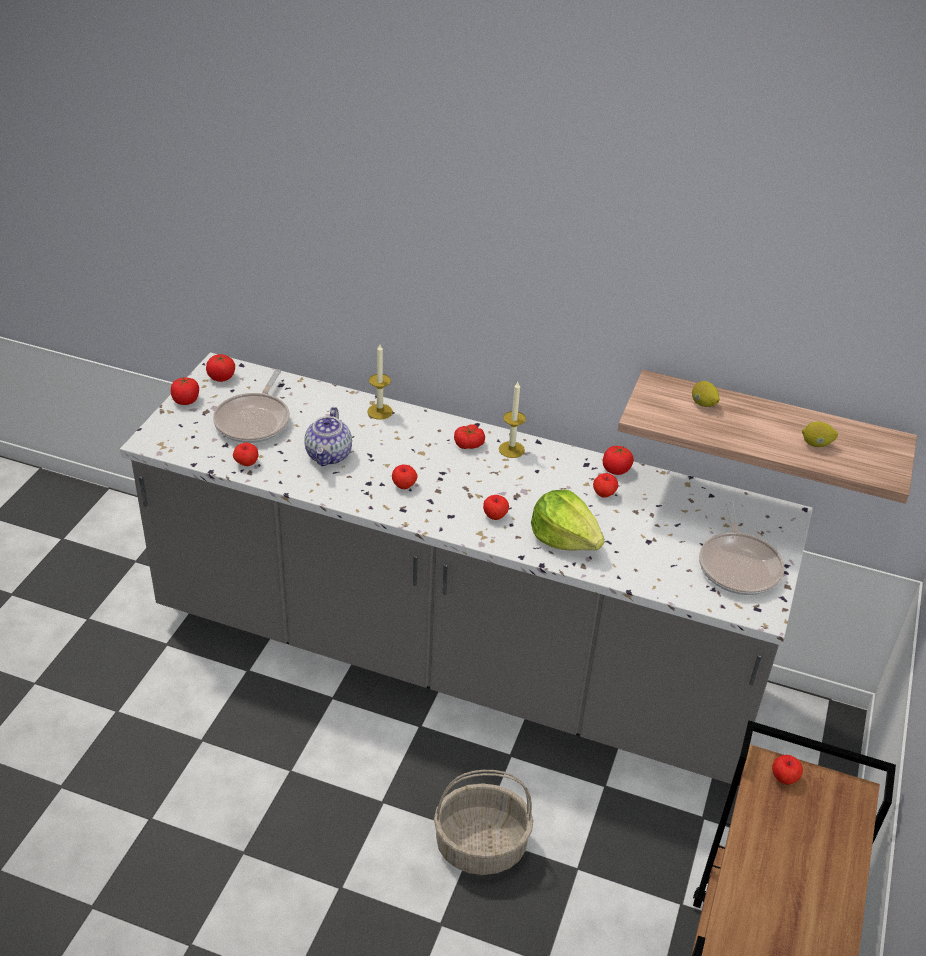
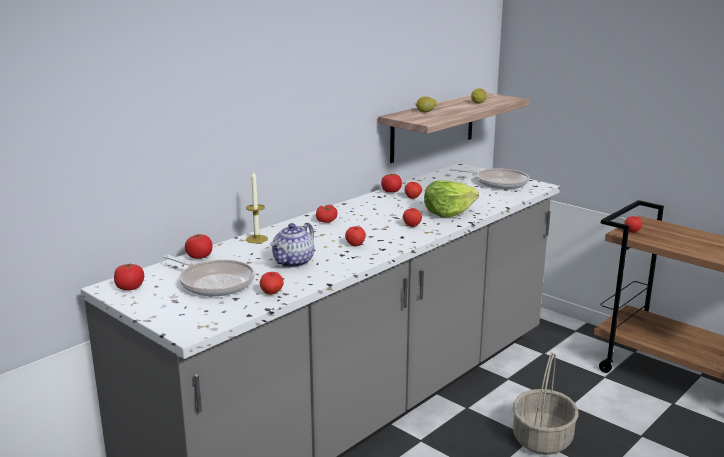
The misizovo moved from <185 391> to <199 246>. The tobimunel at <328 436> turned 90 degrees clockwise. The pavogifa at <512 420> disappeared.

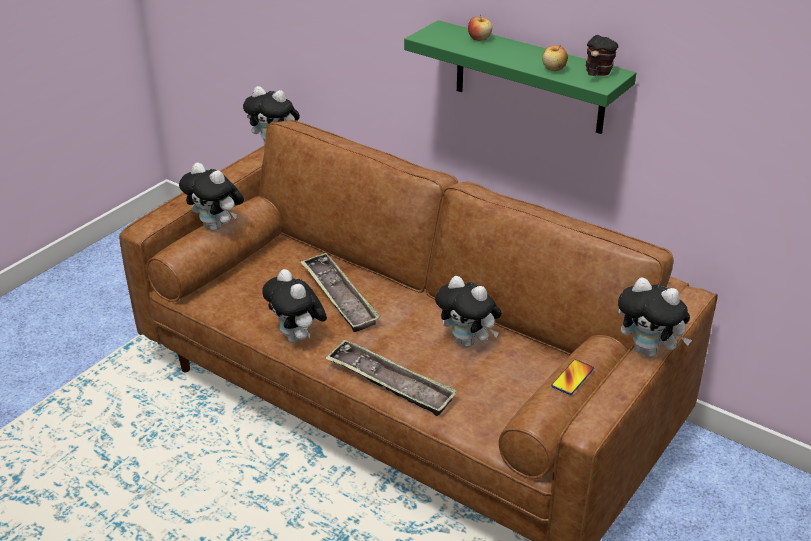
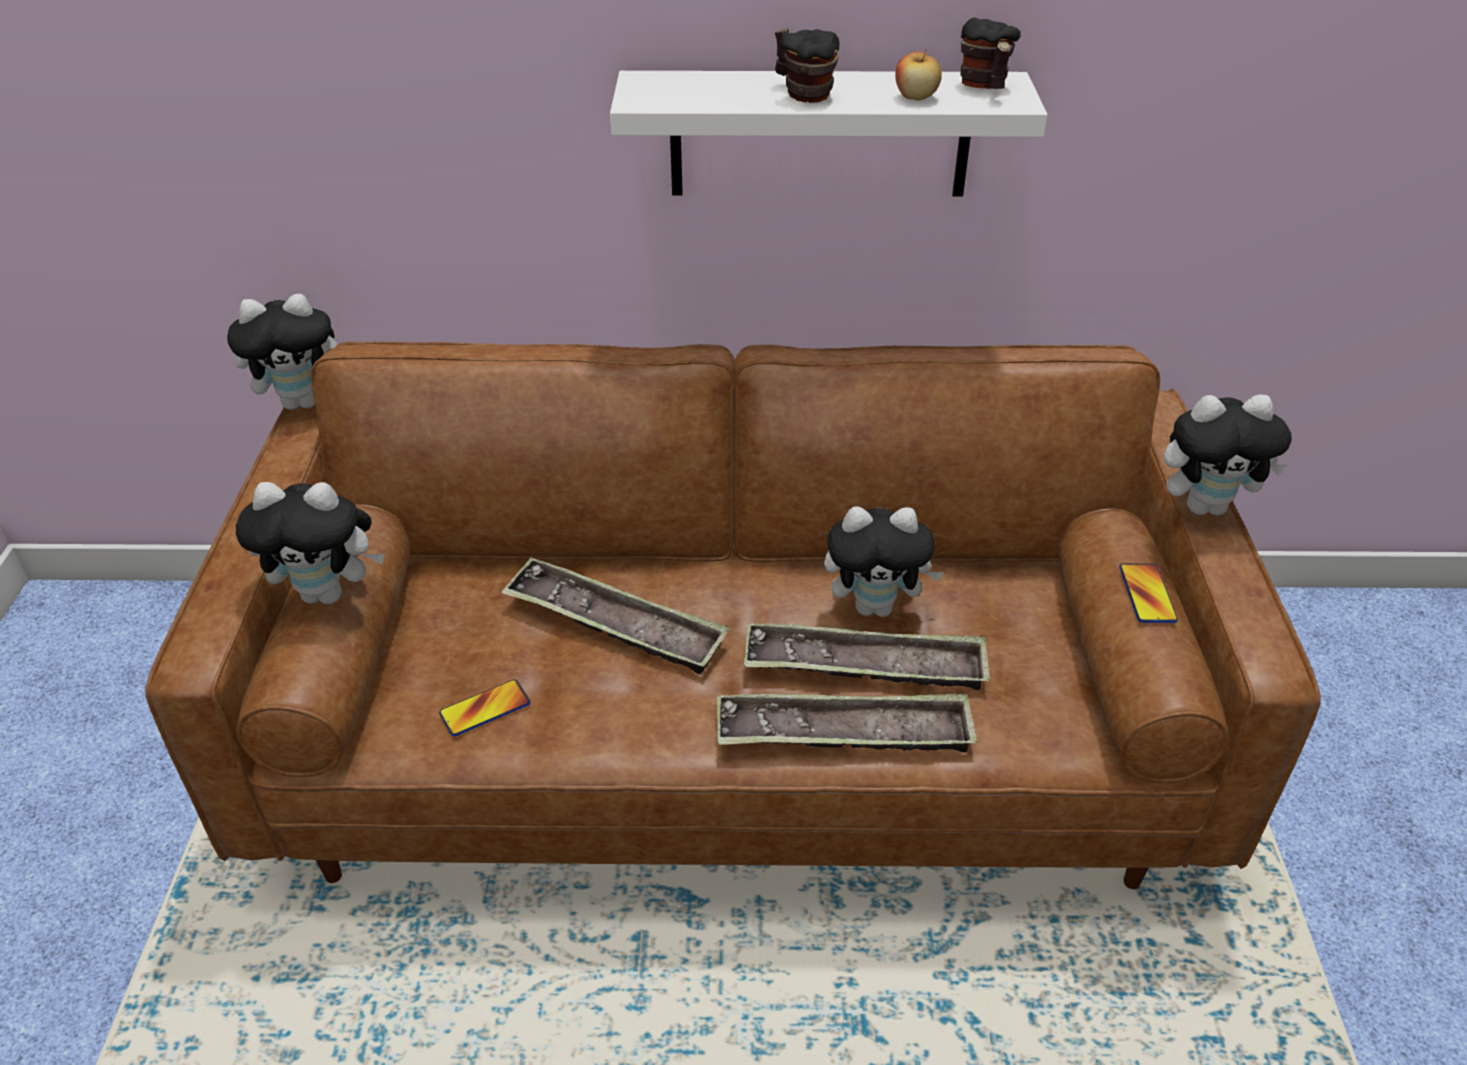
The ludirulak at <294 306> disappeared. The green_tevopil at <520 77> became the white_tevopil at <829 134>. The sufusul at <480 27> disappeared. The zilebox at <485 707> appeared. The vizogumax at <867 656> appeared. The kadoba at <807 65> appeared.

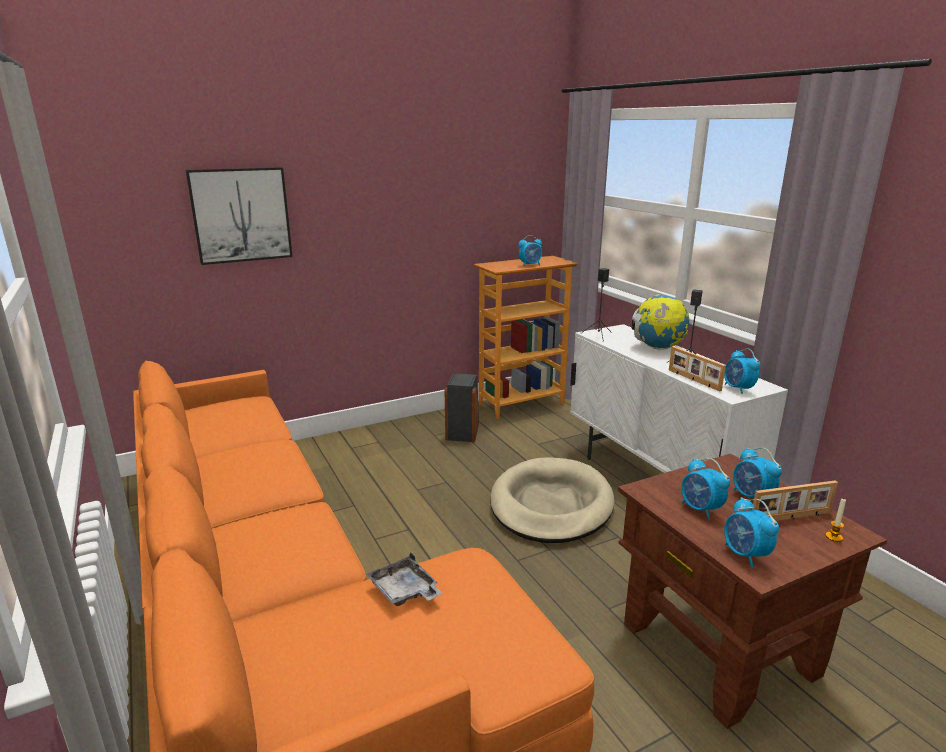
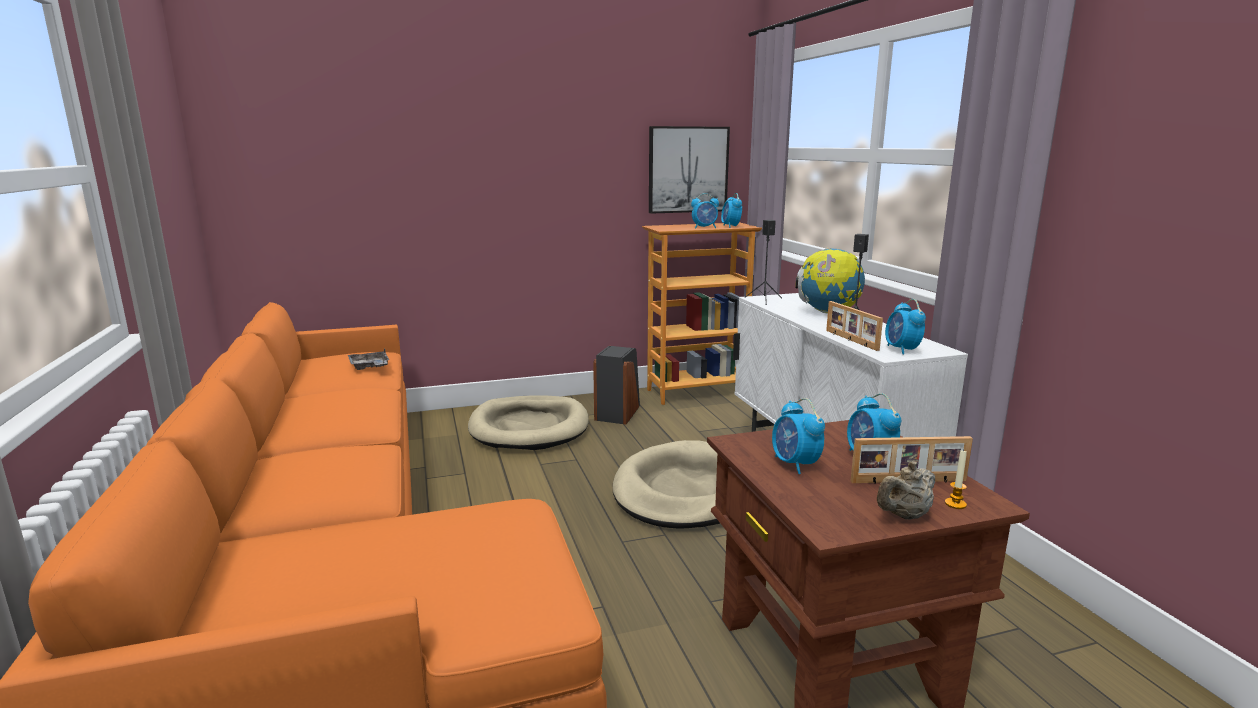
The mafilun moved from <239 216> to <689 170>. The grey_vizogumax moved from <404 579> to <368 359>. The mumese moved from <751 532> to <731 210>. The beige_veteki at <528 422> appeared. The beige_tobimunel at <906 490> appeared.

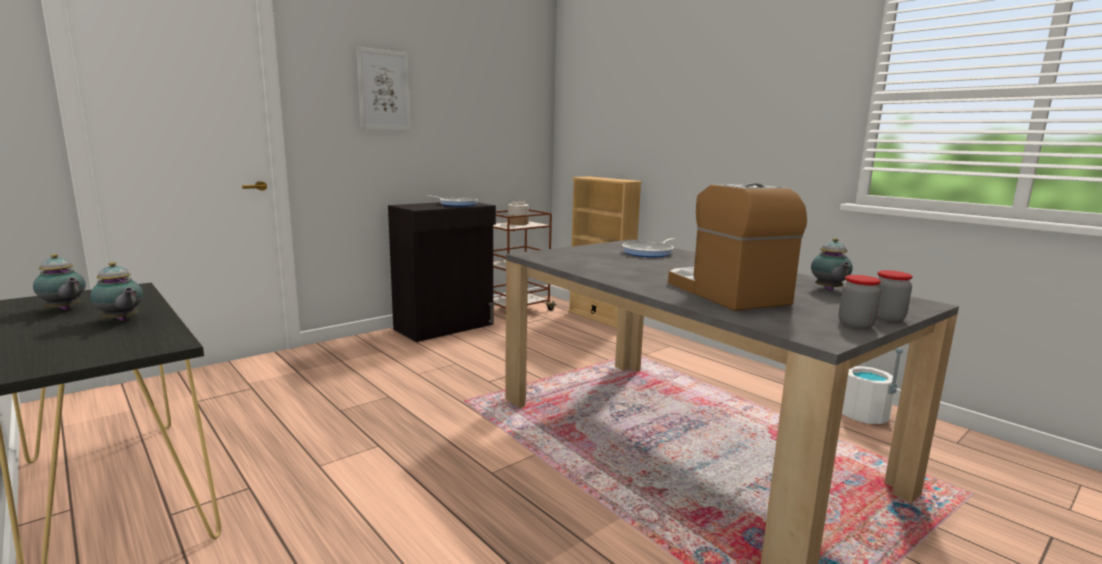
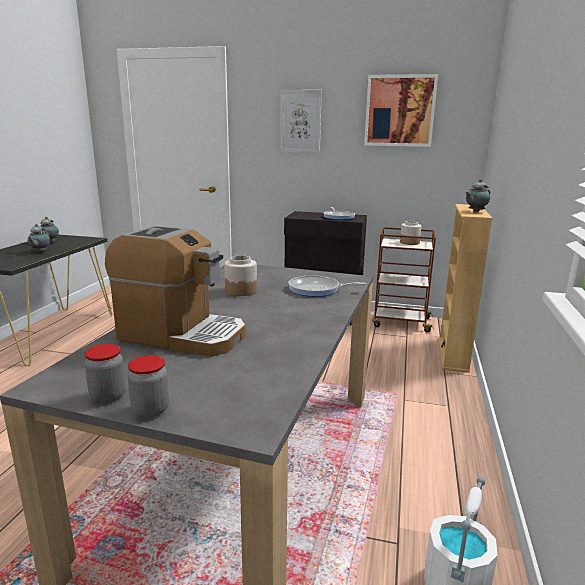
The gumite at <737 247> turned 75 degrees clockwise. The tobimunel moved from <832 264> to <477 195>. The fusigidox at <241 275> appeared. The mafilun at <401 110> appeared.

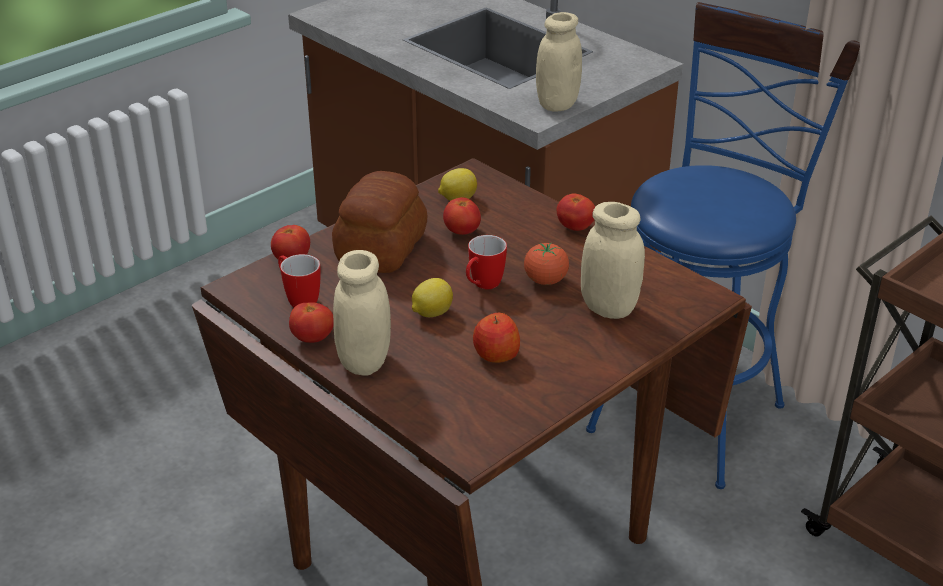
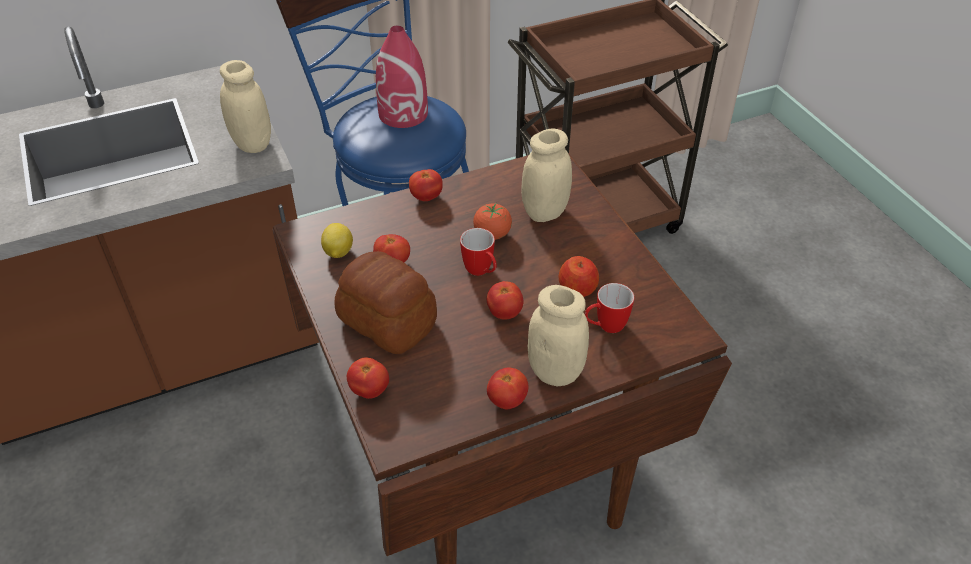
The kadoba moved from <299 281> to <609 308>. The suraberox at <432 297> was replaced by the misizovo at <505 300>. The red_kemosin at <402 76> appeared.

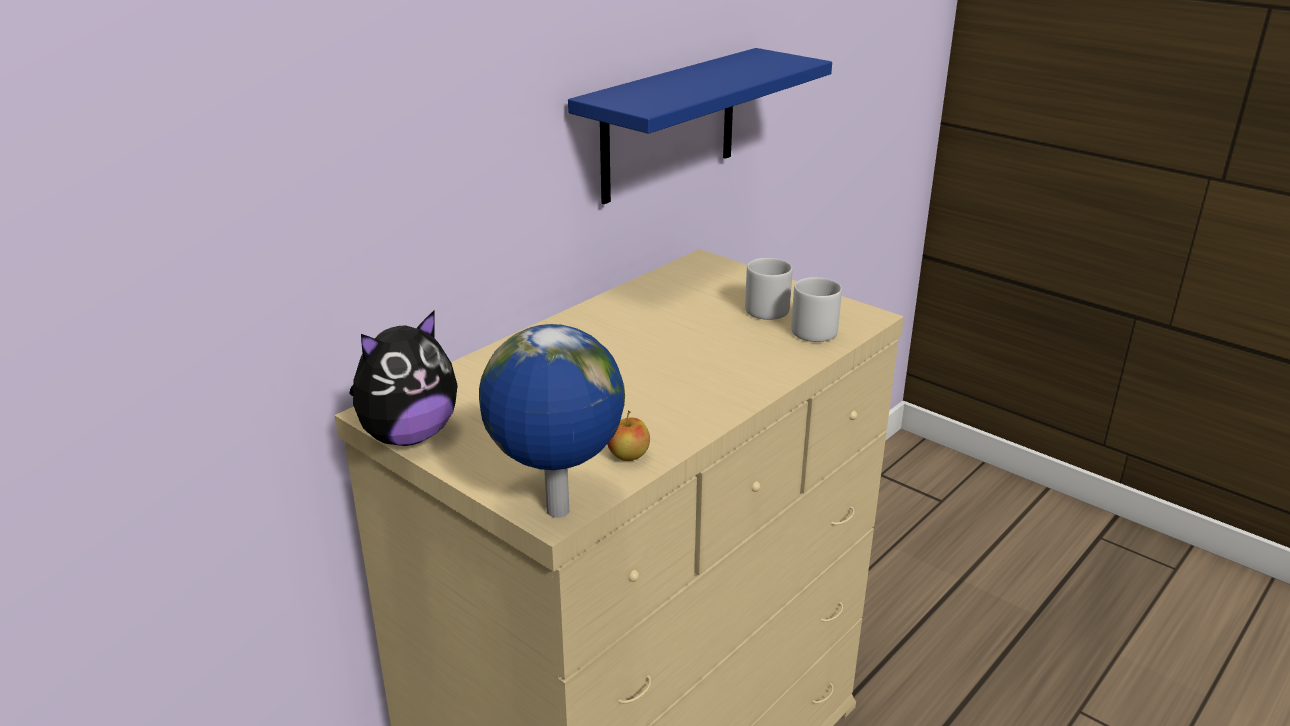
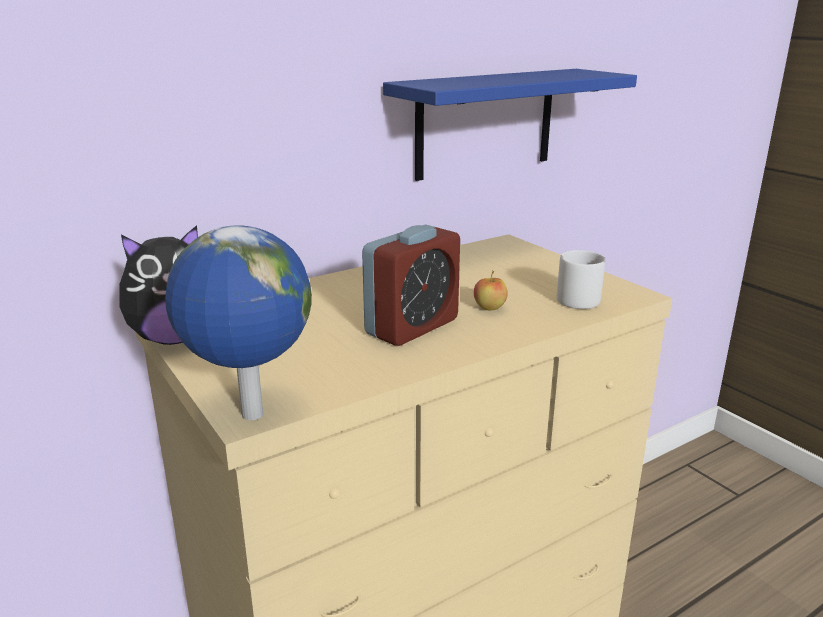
The sufusul moved from <628 435> to <491 290>. The grey_kadoba at <769 289> disappeared. The mumese at <411 285> appeared.

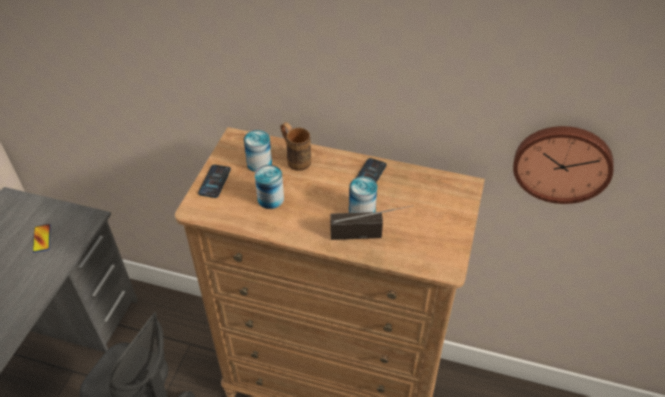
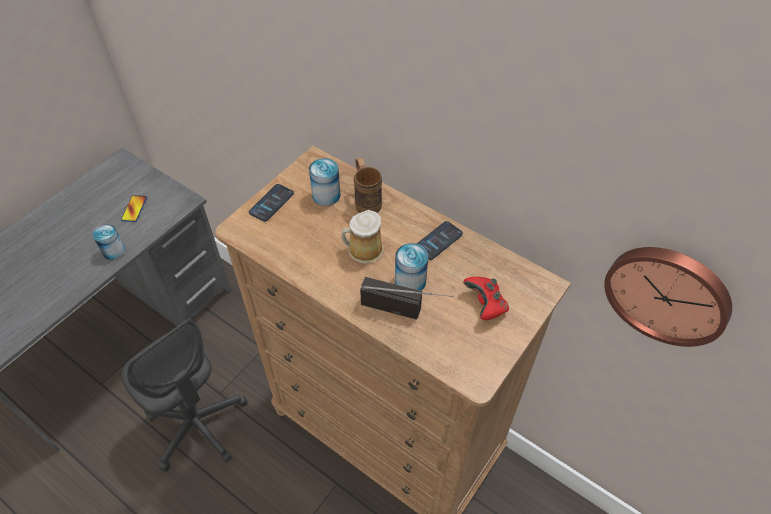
The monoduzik moved from <269 187> to <109 242>. The kadoba at <362 236> appeared. The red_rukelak at <486 298> appeared.

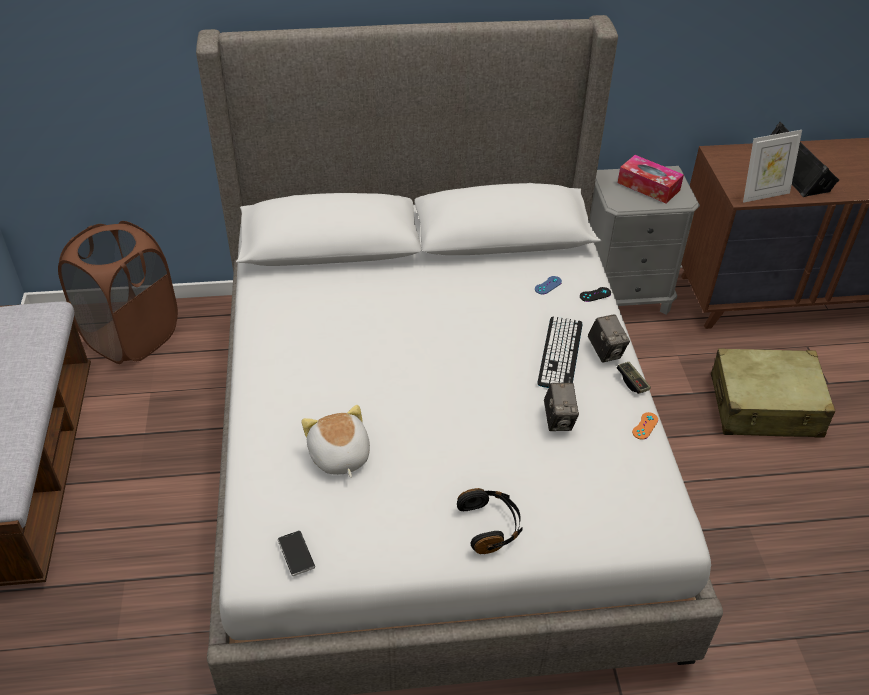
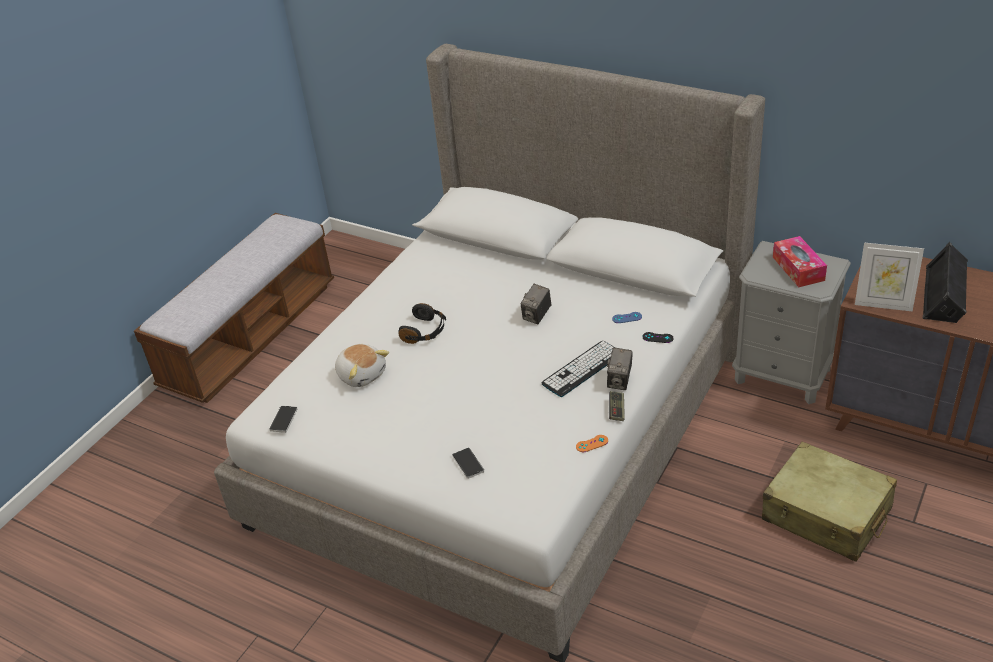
The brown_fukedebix at <118 292> disappeared. The ludirulak at <335 441> turned 120 degrees clockwise. The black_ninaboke moved from <490 521> to <422 323>. The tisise moved from <561 407> to <536 304>. The zilebox at <468 463> appeared.

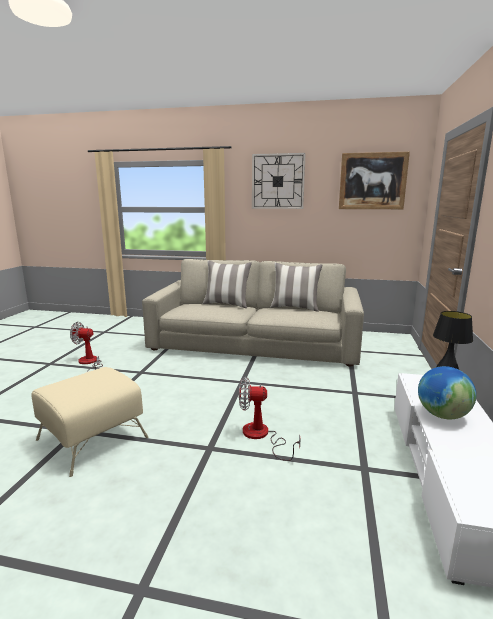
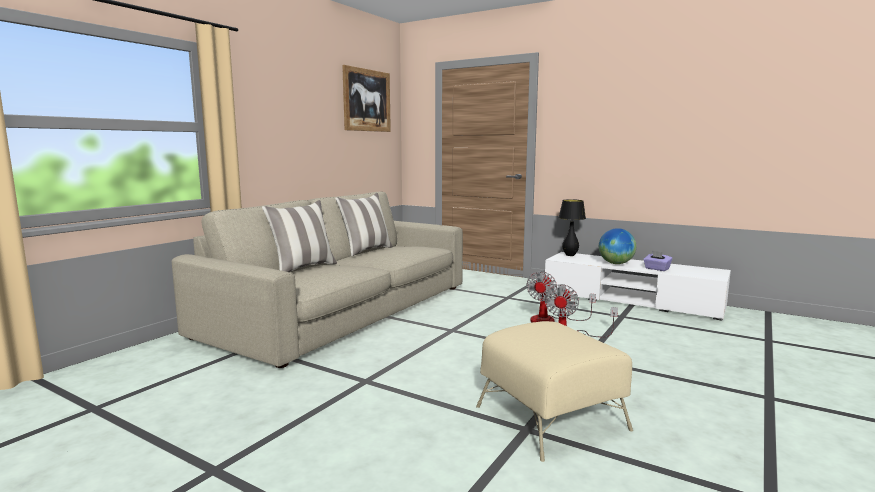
The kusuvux moved from <86 347> to <561 297>. The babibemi at <279 181> disappeared. The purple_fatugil at <658 261> appeared.

